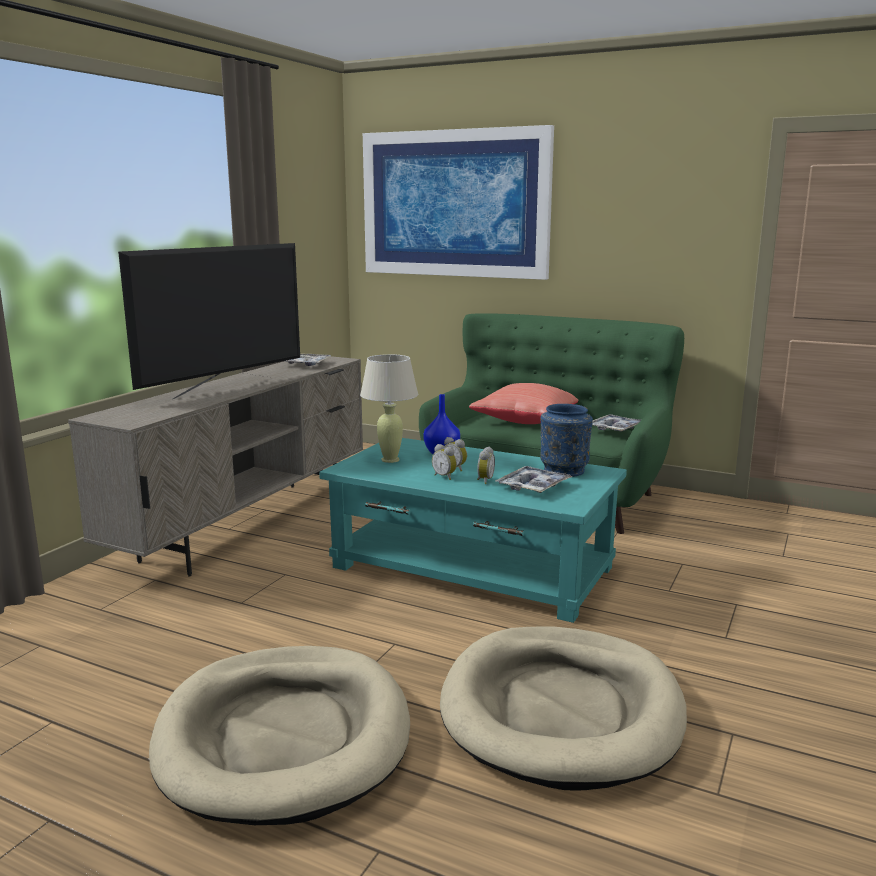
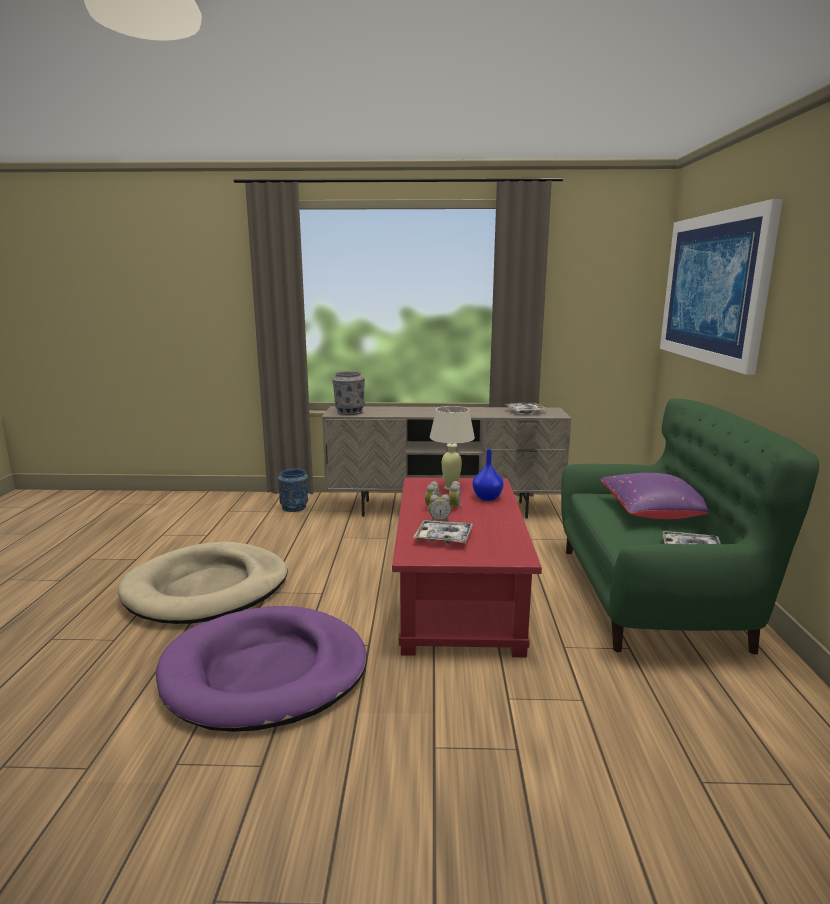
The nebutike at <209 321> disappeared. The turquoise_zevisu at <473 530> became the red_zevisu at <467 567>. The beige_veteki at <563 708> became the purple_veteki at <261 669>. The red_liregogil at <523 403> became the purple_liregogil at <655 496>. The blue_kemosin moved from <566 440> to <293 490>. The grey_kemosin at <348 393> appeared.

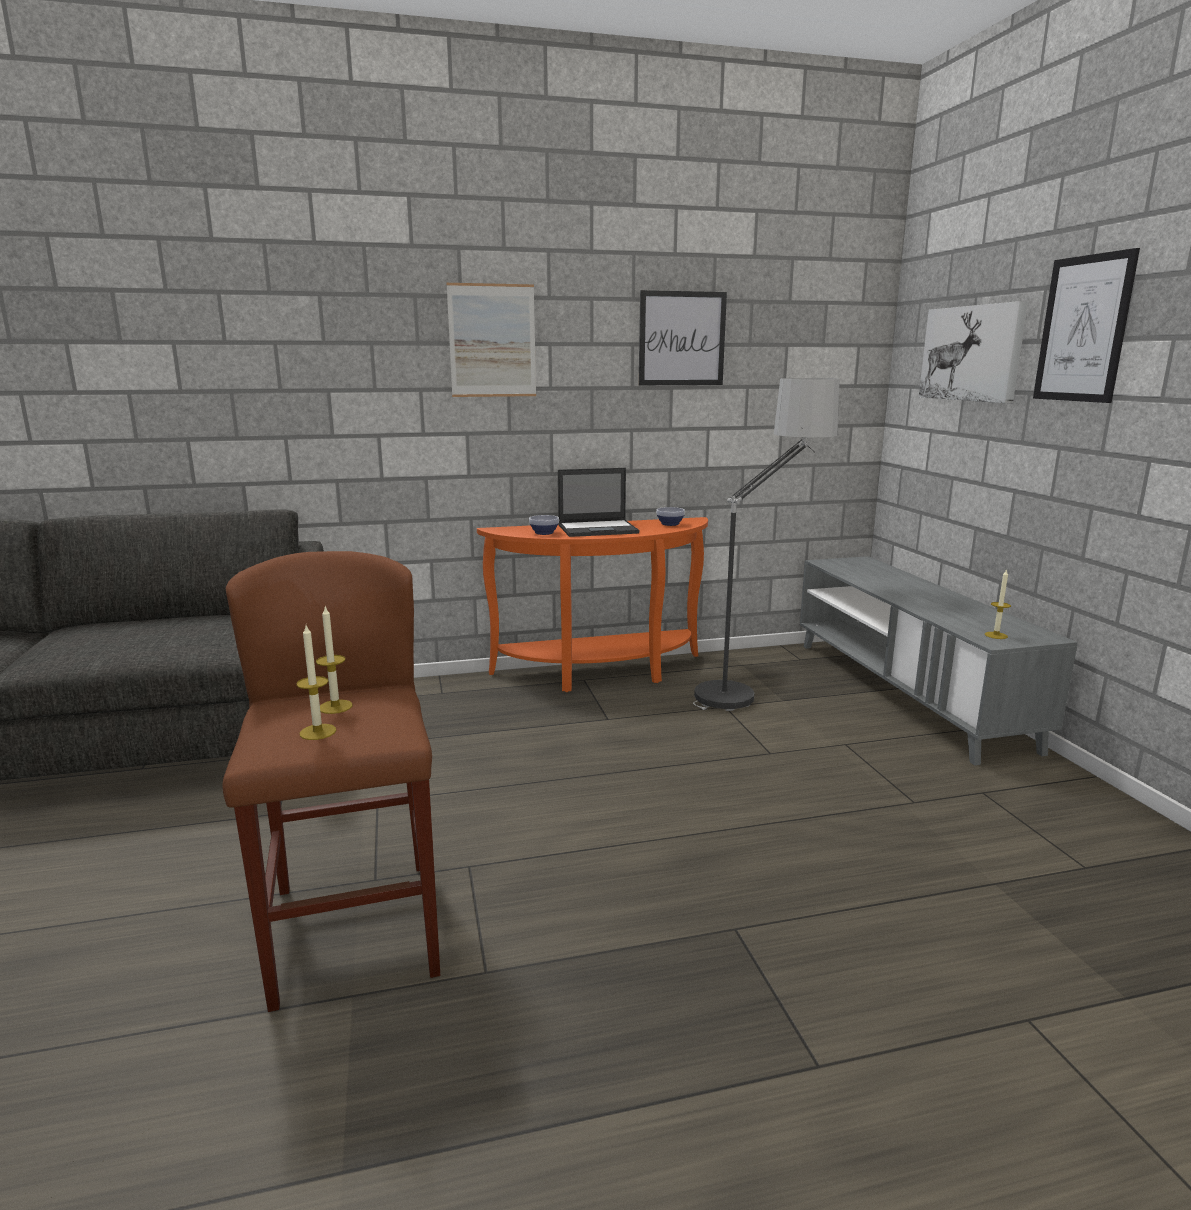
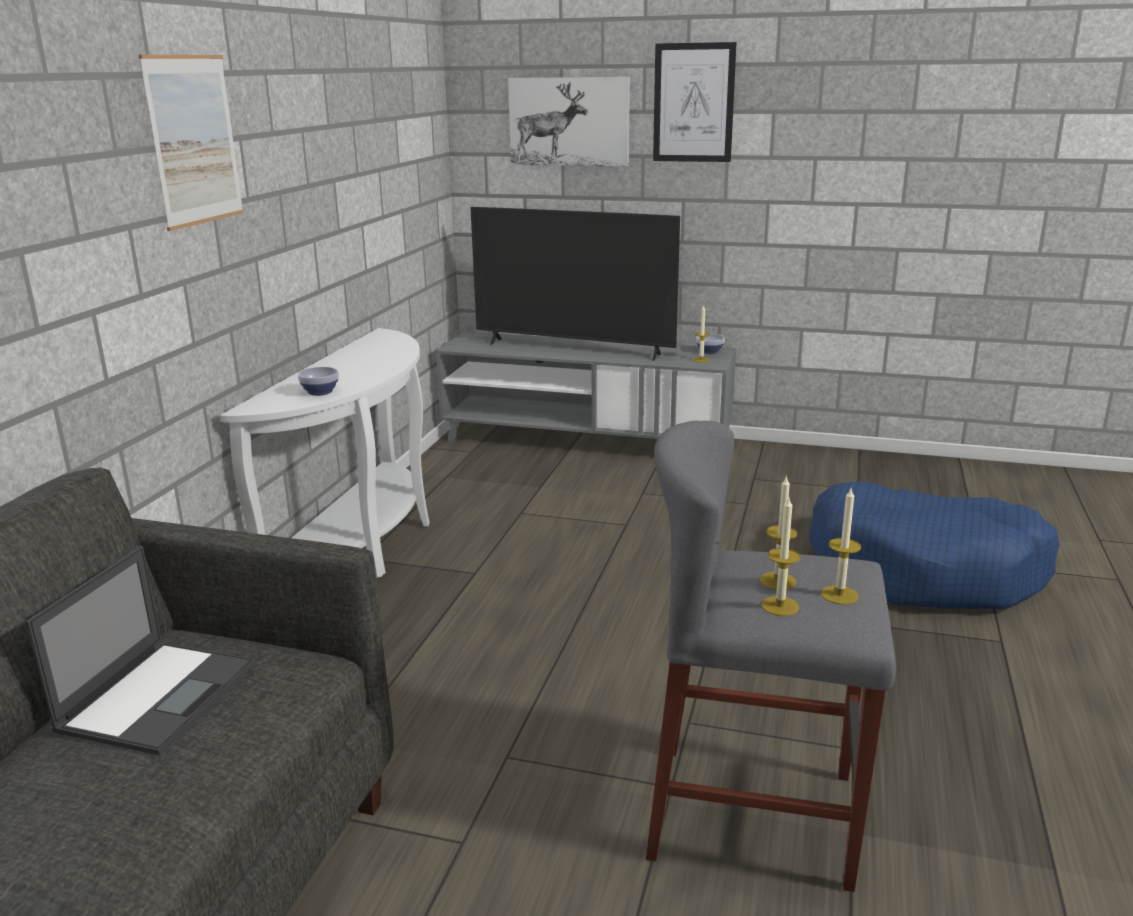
The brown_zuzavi at <331 781> became the grey_zuzavi at <771 656>. The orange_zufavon at <592 604> became the white_zufavon at <325 453>. The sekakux moved from <598 502> to <140 651>. The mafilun at <683 337> disappeared. The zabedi moved from <670 516> to <710 344>. The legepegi at <766 544> disappeared. The nebutike at <575 284> appeared. The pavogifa at <781 557> appeared. The blue_veteki at <934 545> appeared.

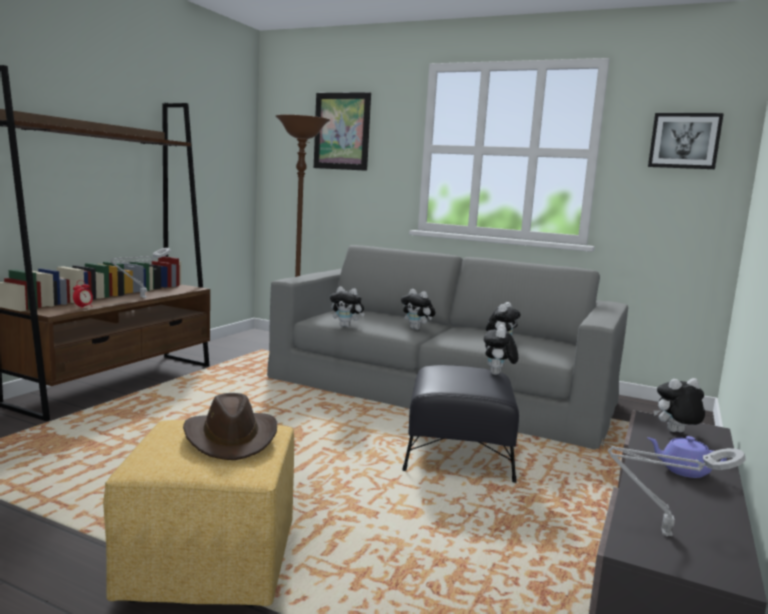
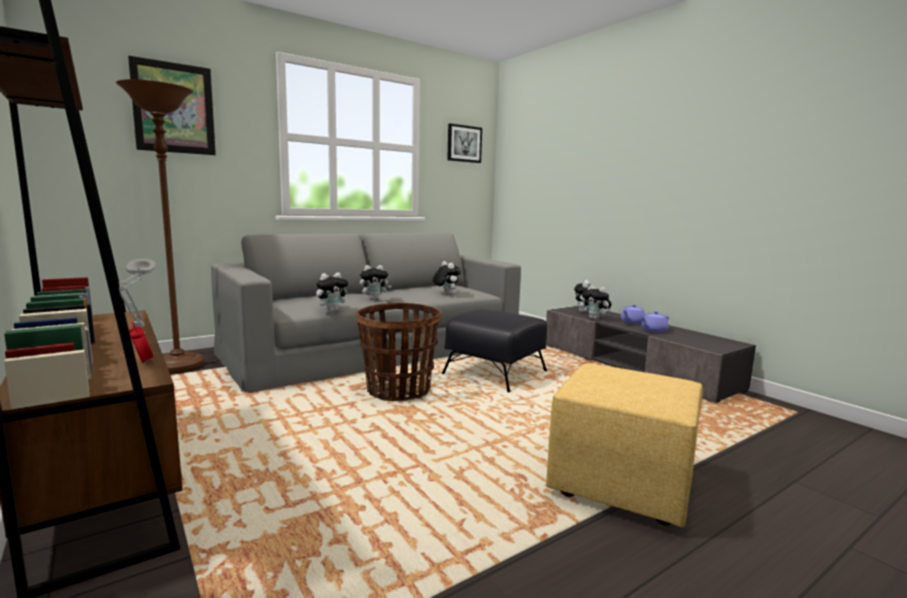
The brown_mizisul at <230 426> disappeared. The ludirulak moved from <501 350> to <596 302>. The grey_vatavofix at <677 491> disappeared. The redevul at <398 352> appeared. The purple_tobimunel at <655 322> appeared.

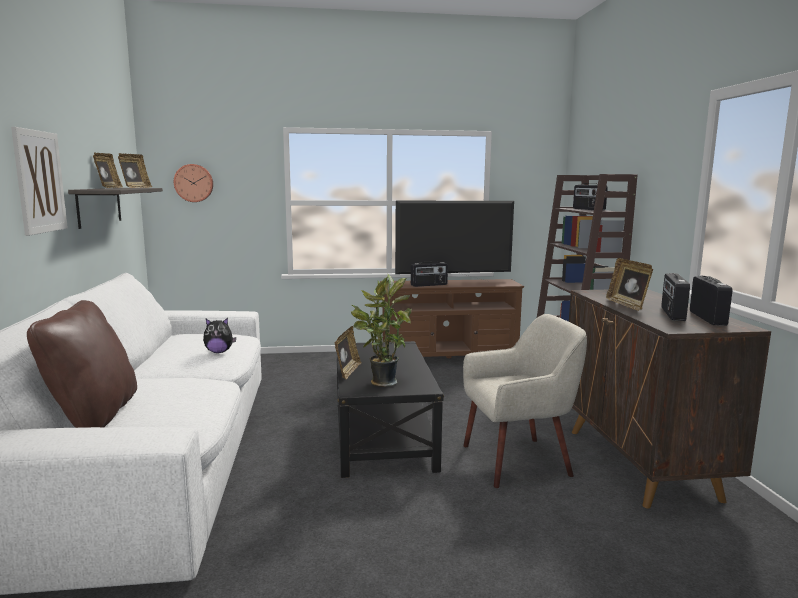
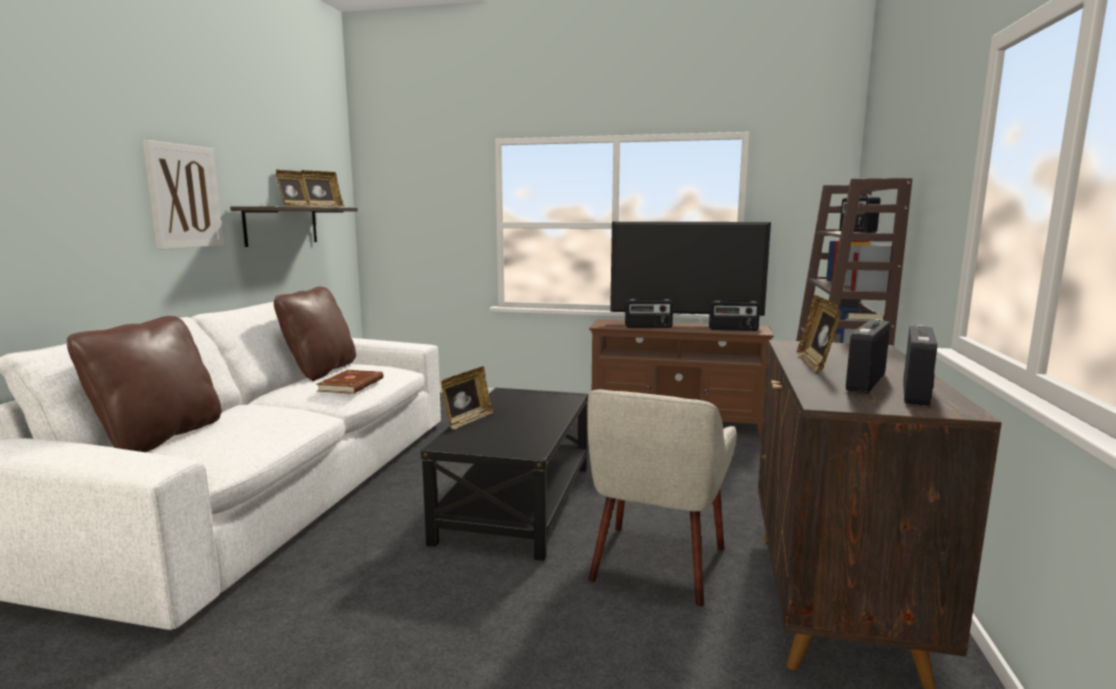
The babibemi at <193 183> disappeared. The ludirulak at <219 335> was replaced by the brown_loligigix at <349 382>. The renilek at <381 330> disappeared. The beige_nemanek at <525 401> turned 105 degrees clockwise. The brown_liregogil at <315 333> appeared. The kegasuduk at <734 315> appeared.

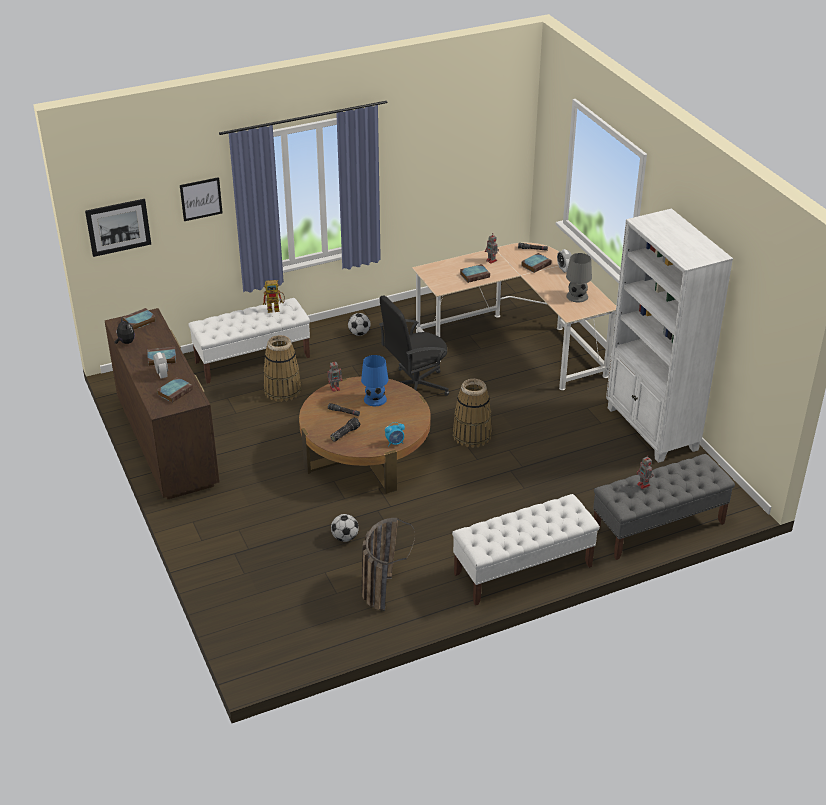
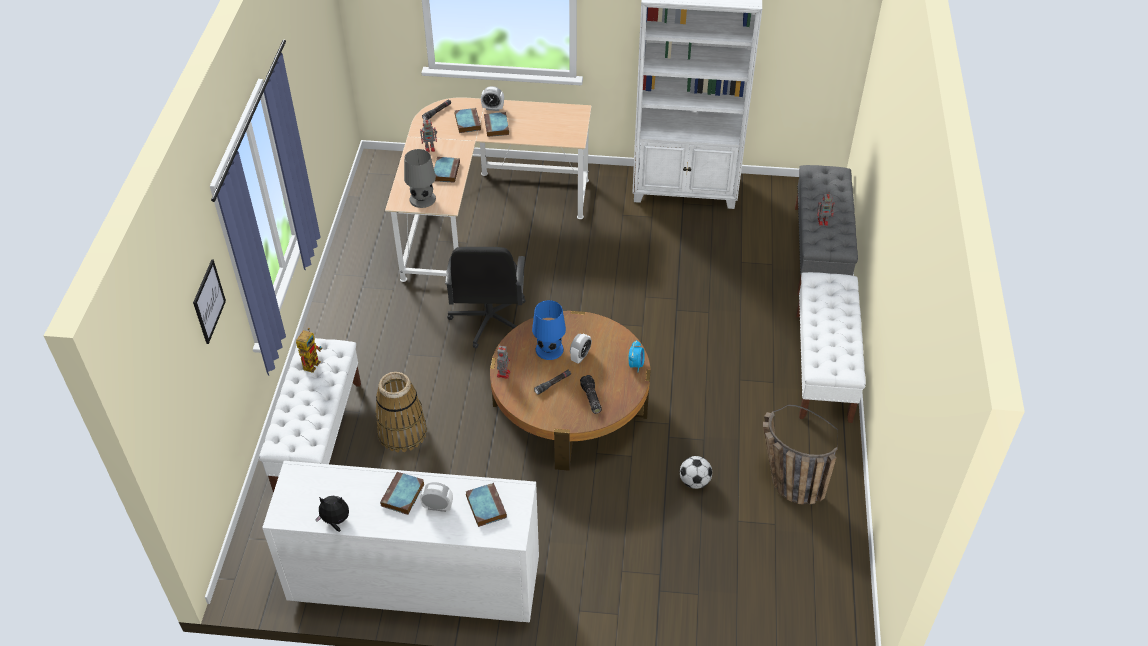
The mafilun at <118 228> disappeared. The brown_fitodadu at <162 404> became the white_fitodadu at <400 541>. The loligigix moved from <139 319> to <496 124>. The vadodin at <359 324> disappeared. The redevul at <472 413> disappeared. The grey_vatavofix moved from <579 278> to <420 178>. The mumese at <581 348> appeared.

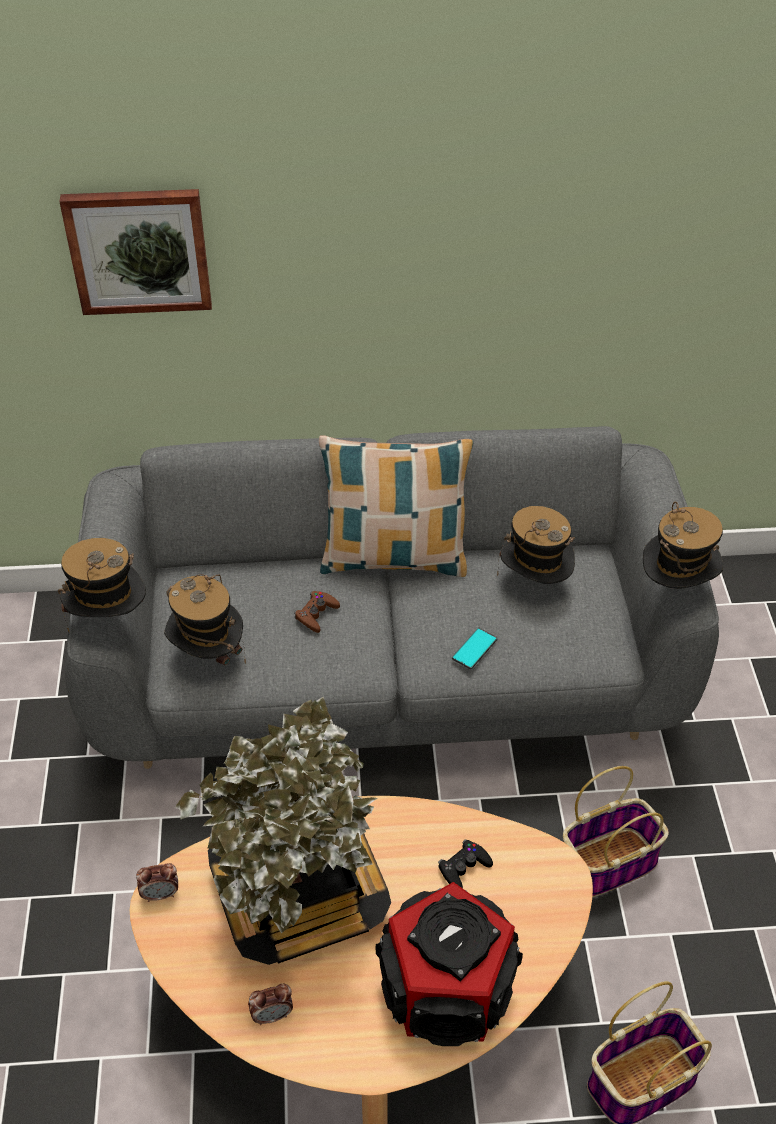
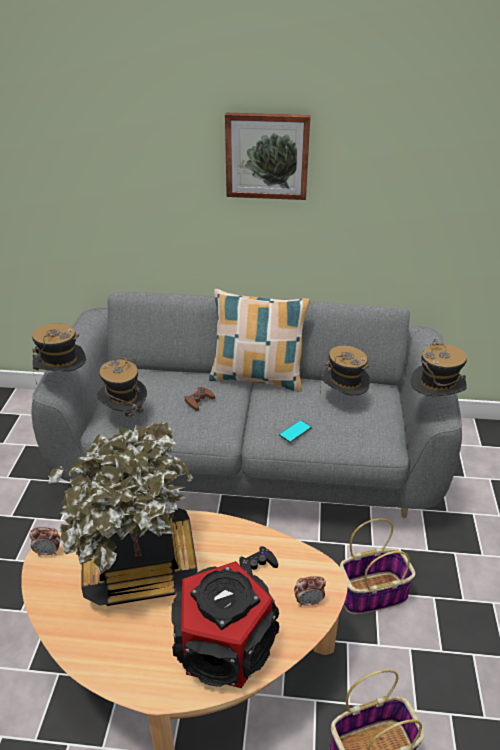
The mafilun moved from <135 252> to <268 156>. The mumese moved from <270 1004> to <310 591>.

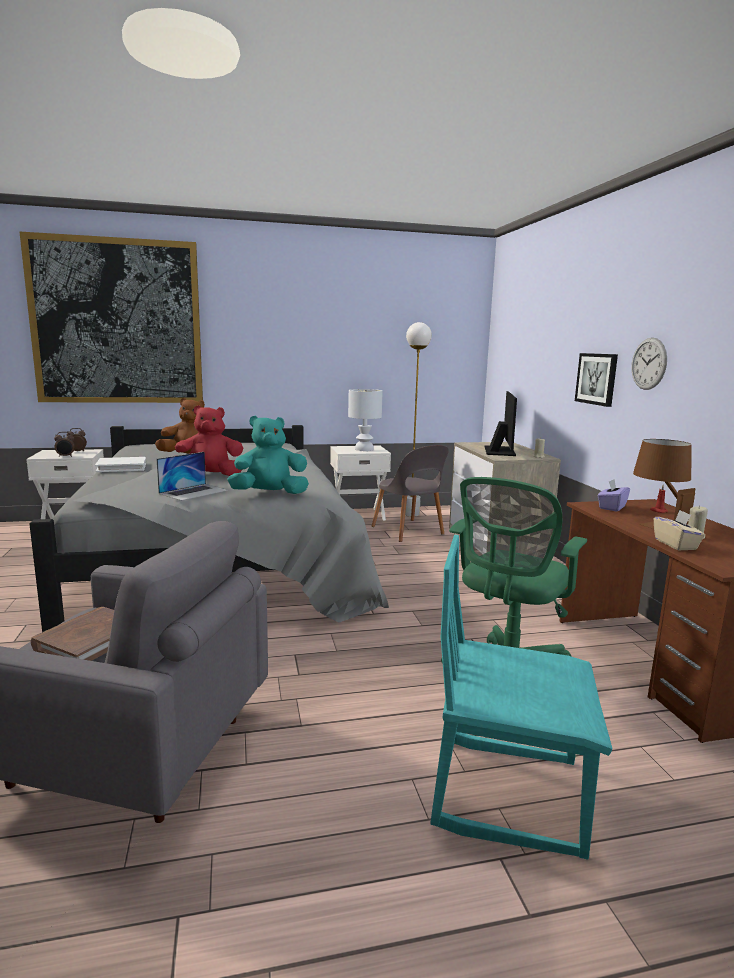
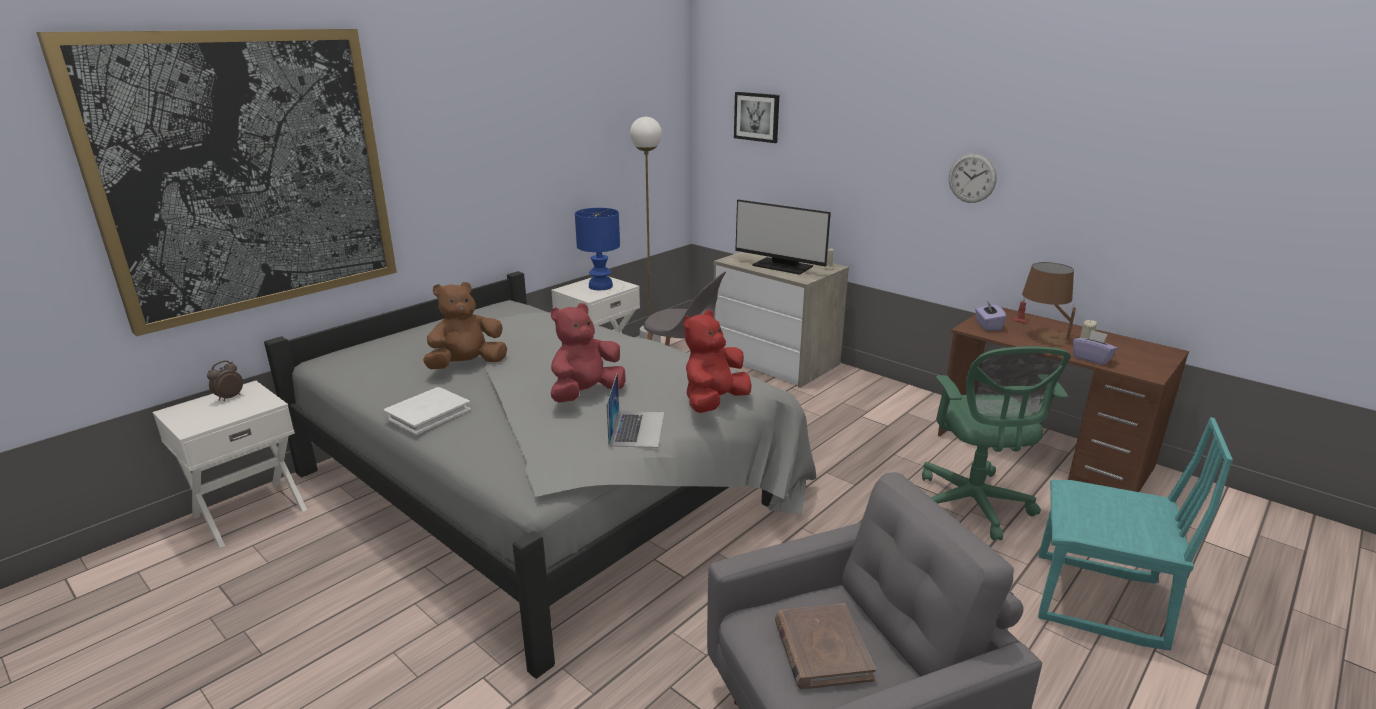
The mumese at <64 444> disappeared. The turquoise_ludirulak at <268 455> became the red_ludirulak at <717 361>. The white_vatavofix at <365 420> became the blue_vatavofix at <597 249>. The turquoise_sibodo at <522 697> turned 135 degrees counterclockwise. The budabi at <501 423> turned 150 degrees clockwise. The mafilun moved from <596 380> to <756 117>. The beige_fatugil at <679 530> became the purple_fatugil at <1095 347>.

